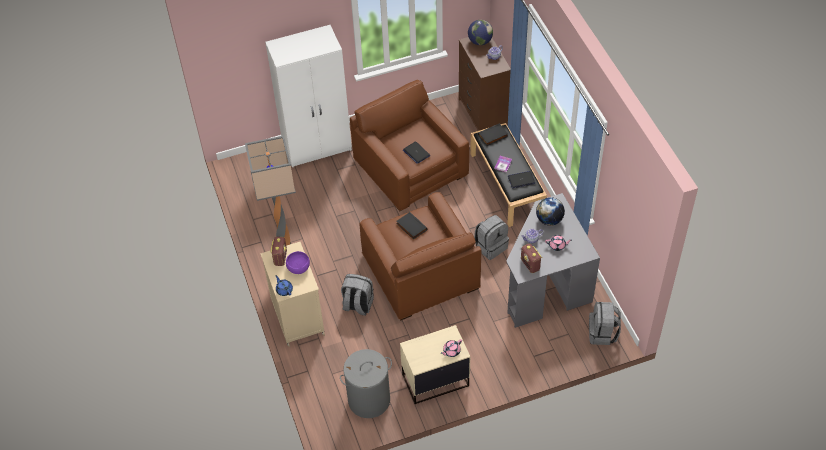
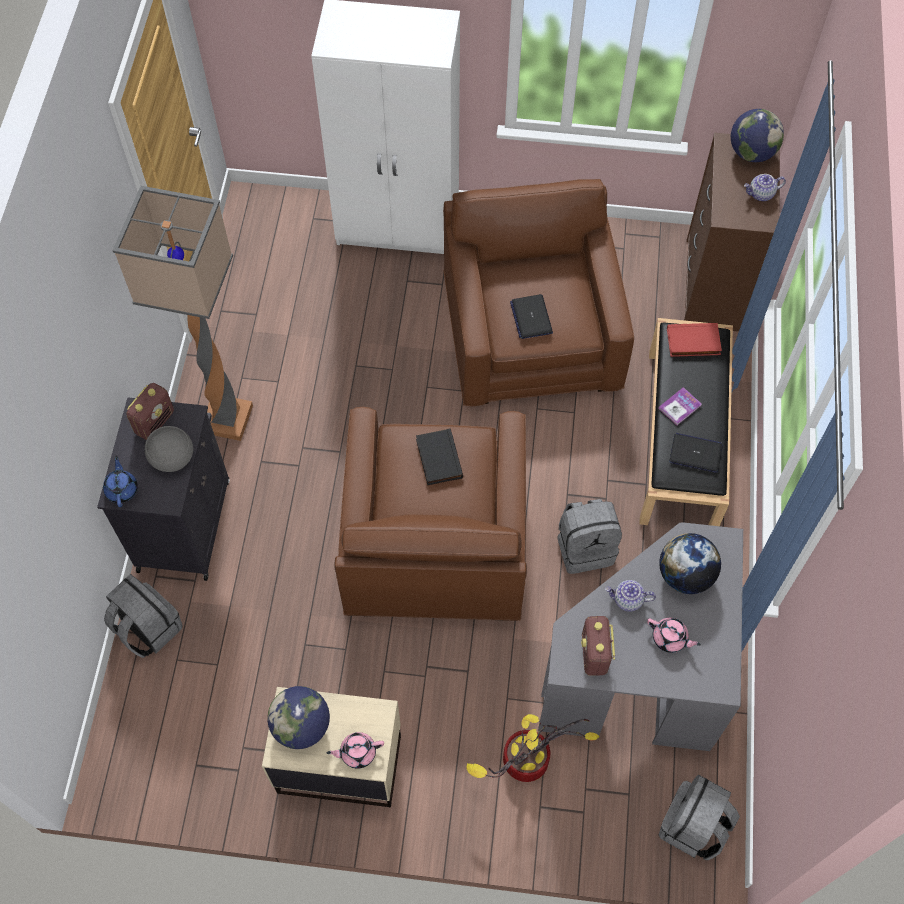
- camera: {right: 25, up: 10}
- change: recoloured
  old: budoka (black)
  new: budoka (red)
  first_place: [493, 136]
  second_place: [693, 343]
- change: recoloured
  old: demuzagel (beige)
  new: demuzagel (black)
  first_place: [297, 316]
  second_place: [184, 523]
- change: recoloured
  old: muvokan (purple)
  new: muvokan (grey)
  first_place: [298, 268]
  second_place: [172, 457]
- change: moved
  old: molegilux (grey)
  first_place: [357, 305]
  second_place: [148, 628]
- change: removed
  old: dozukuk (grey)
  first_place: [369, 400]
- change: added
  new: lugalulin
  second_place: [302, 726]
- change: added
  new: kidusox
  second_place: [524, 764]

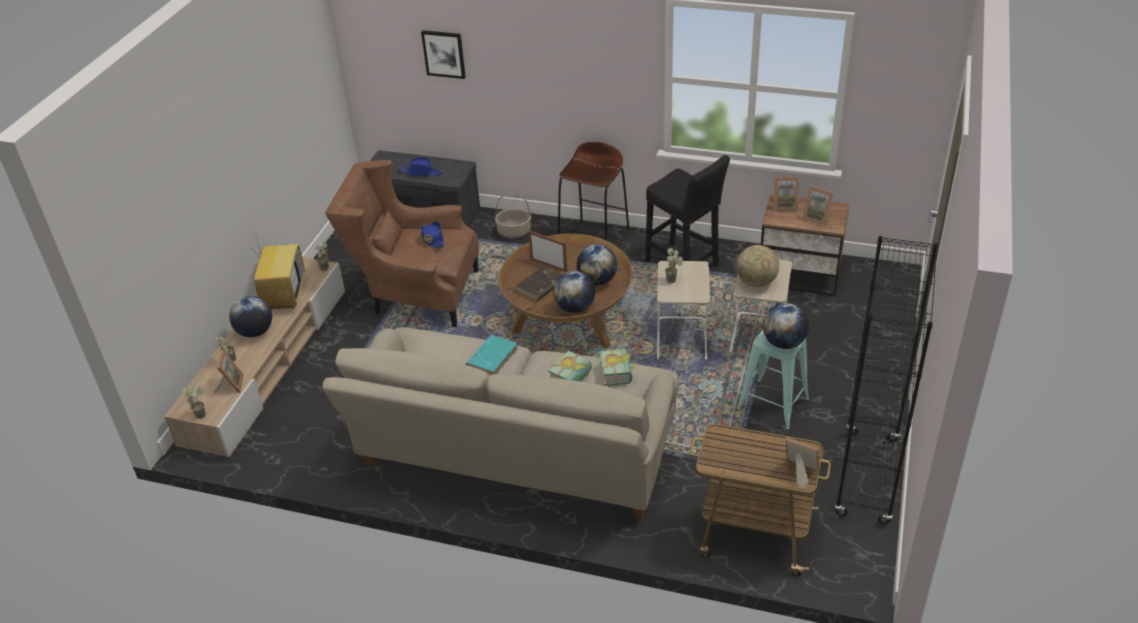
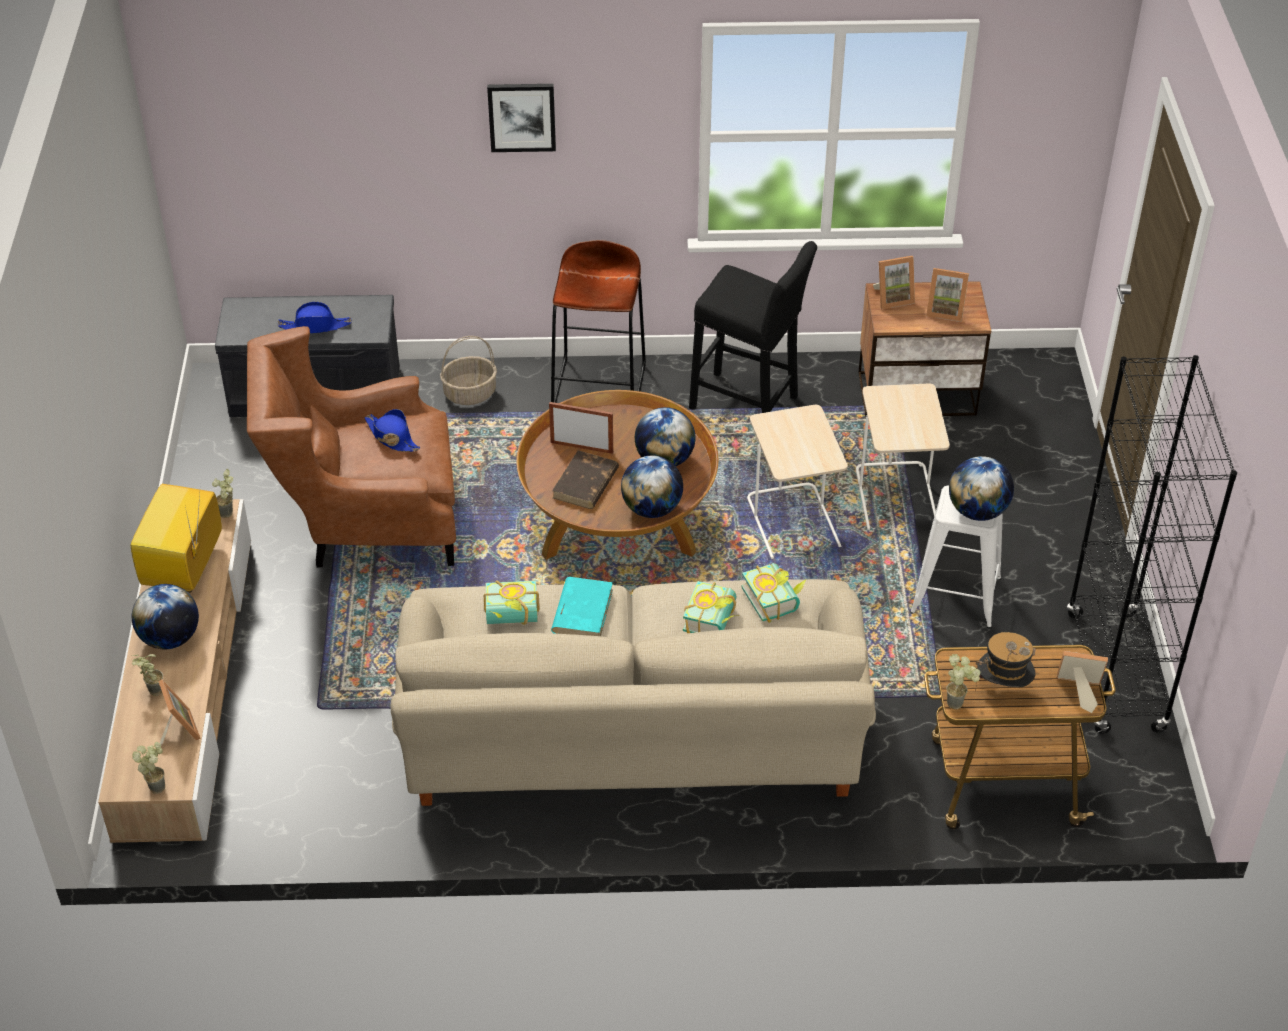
- camera: {right: -20, up: 5}
- change: moved
  old: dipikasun
  first_place: [444, 54]
  second_place: [522, 116]
- change: turned
  old: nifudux
  first_place: [284, 295]
  second_place: [185, 569]
  degrees: -150
- change: removed
  old: lugalulin
  first_place: [756, 282]
- change: moved
  old: kidusox
  first_place: [674, 280]
  second_place: [959, 702]
- change: recoloured
  old: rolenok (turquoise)
  new: rolenok (white)
  first_place: [773, 405]
  second_place: [956, 595]
- change: added
  new: budoka
  second_place: [512, 618]
- change: added
  new: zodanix
  second_place: [1002, 688]

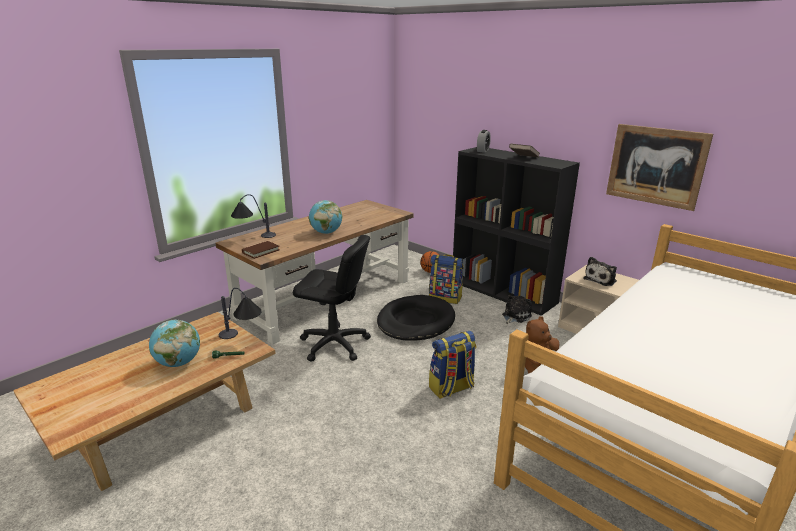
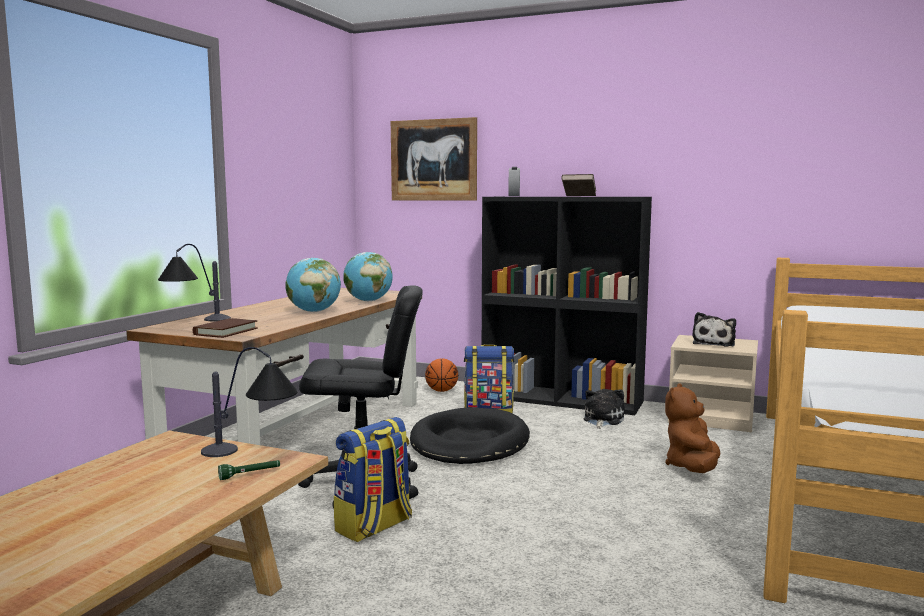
- camera: {right: -20, up: -15}
- change: moved
  old: dipikasun
  first_place: [656, 166]
  second_place: [433, 160]
- change: moved
  old: lugalulin
  first_place: [178, 363]
  second_place: [368, 301]
- change: moved
  old: molegilux
  first_place: [451, 388]
  second_place: [374, 526]

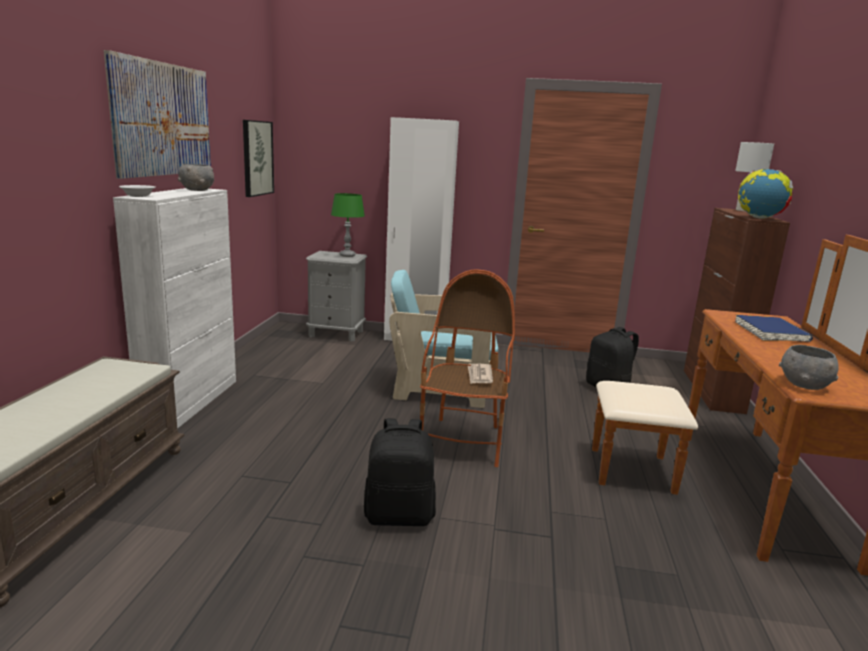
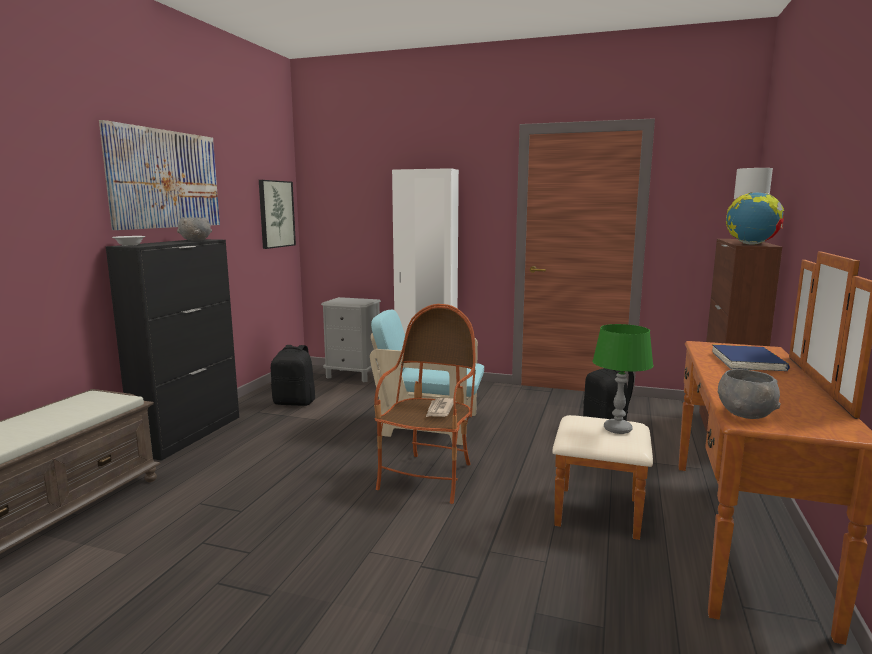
- camera: {right: 10, up: -5}
- change: recoloured
  old: demuzagel (white)
  new: demuzagel (black)
  first_place: [191, 401]
  second_place: [190, 434]
- change: moved
  old: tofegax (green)
  first_place: [347, 255]
  second_place: [617, 429]
- change: moved
  old: molegilux (black)
  first_place: [399, 515]
  second_place: [295, 402]

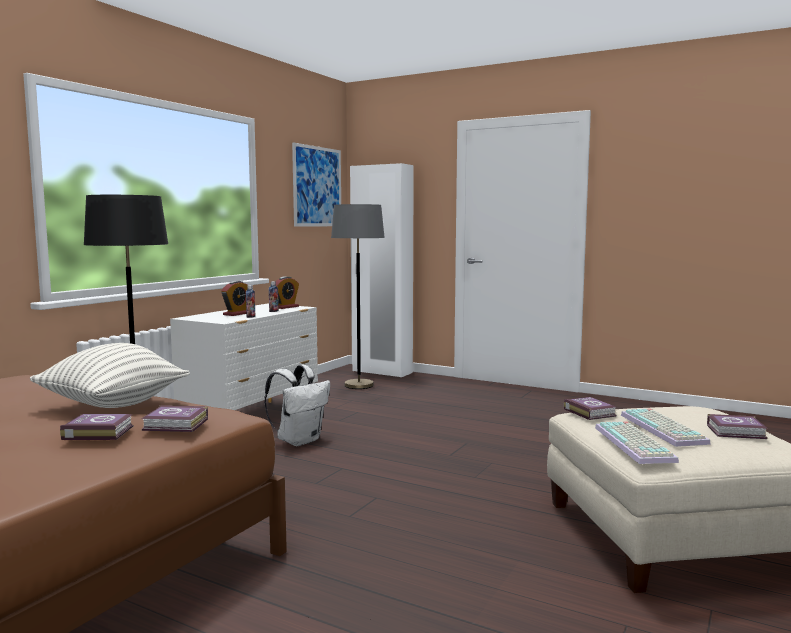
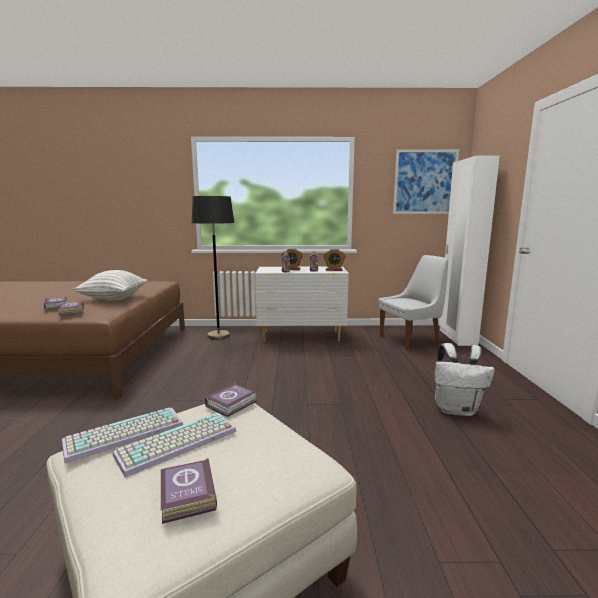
- camera: {right: 60, up: 5}
- change: replaced
  old: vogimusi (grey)
  new: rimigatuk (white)
  first_place: [359, 385]
  second_place: [411, 340]
- change: moved
  old: molegilux (white)
  first_place: [299, 440]
  second_place: [456, 410]

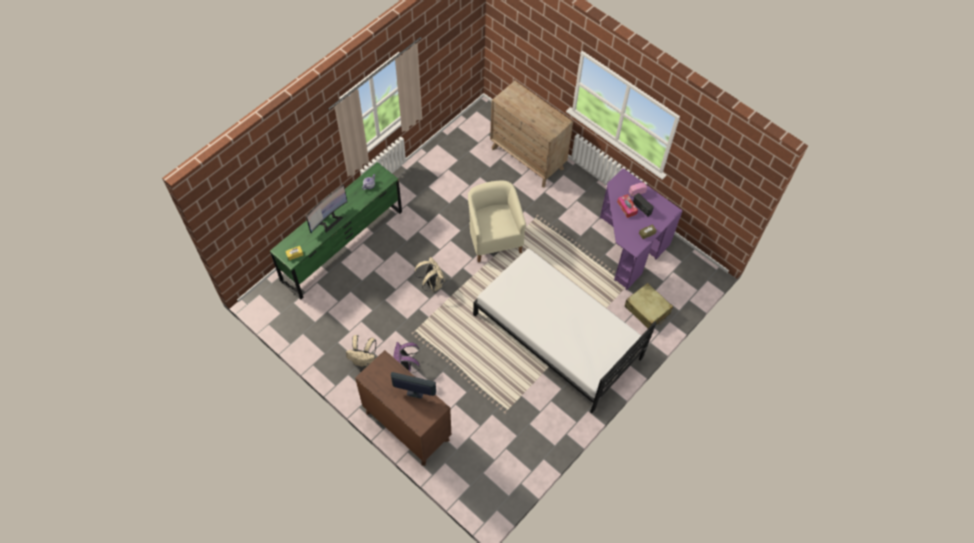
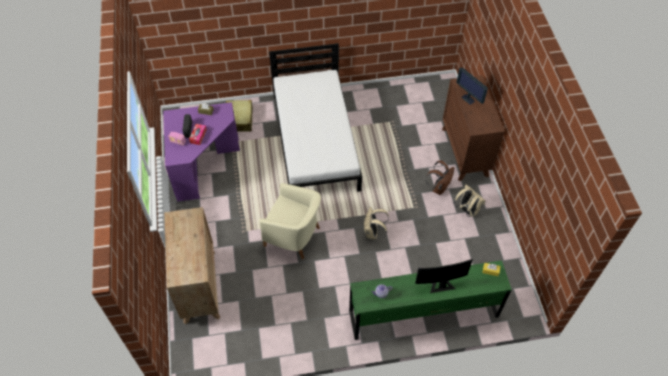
- camera: {right: -140, up: -5}
- change: turned
  old: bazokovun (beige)
  first_place: [494, 238]
  second_place: [293, 236]
  degrees: -90
- change: recoloured
  old: molegilux (purple)
  new: molegilux (brown)
  first_place: [405, 367]
  second_place: [439, 187]

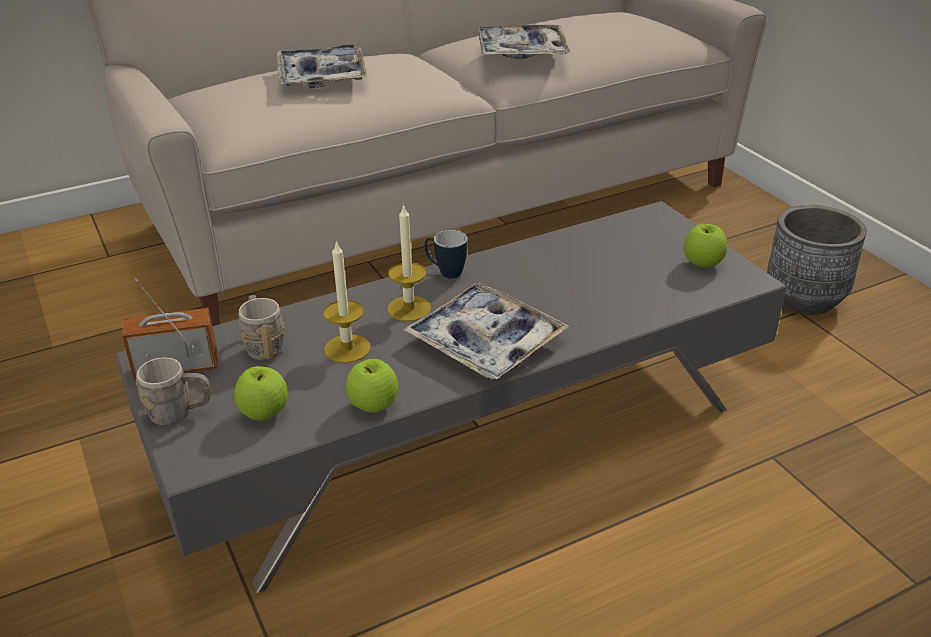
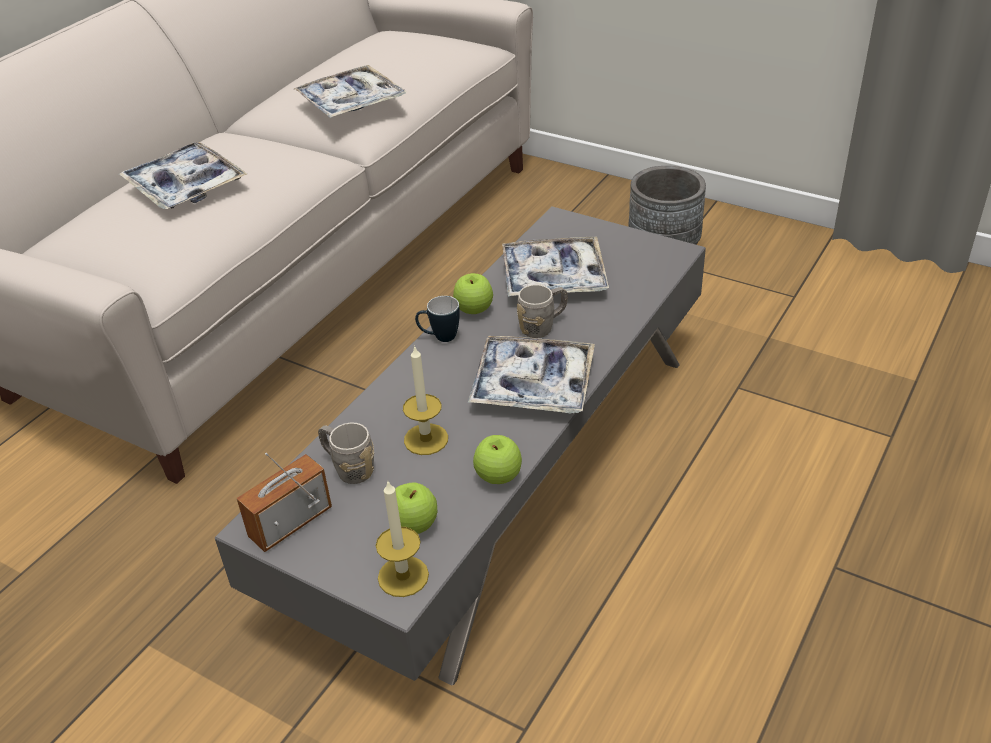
- camera: {right: -30, up: 5}
- change: moved
  old: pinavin
  first_place: [409, 309]
  second_place: [403, 576]
- change: moved
  old: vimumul
  first_place: [702, 264]
  second_place: [474, 310]
- change: moved
  old: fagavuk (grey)
  first_place: [179, 413]
  second_place: [543, 326]
- change: added
  new: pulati
  second_place: [553, 277]

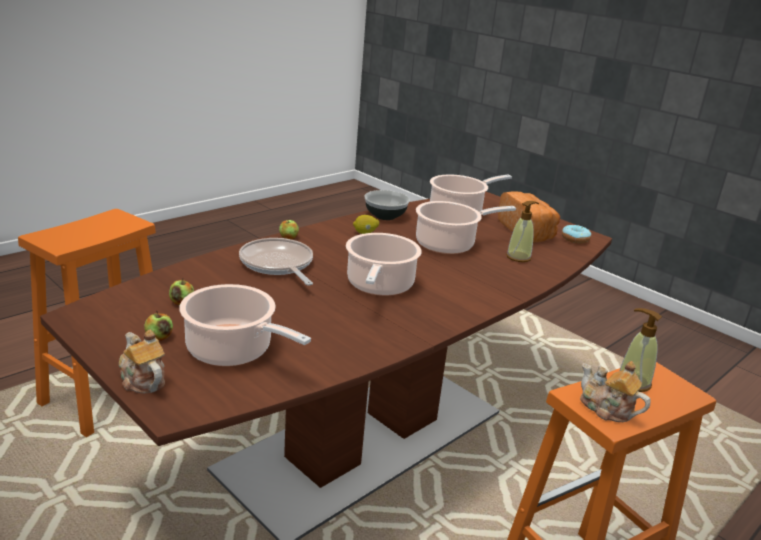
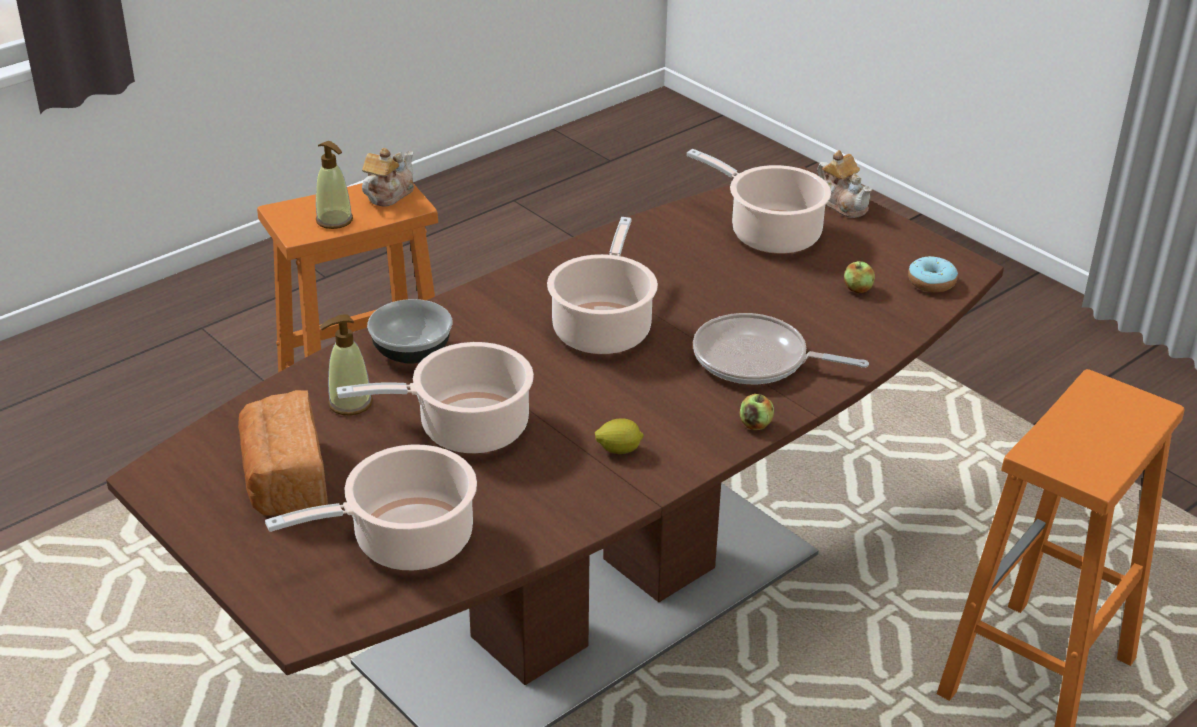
- camera: {right: -175, up: 10}
- change: moved
  old: muvokan
  first_place: [385, 216]
  second_place: [412, 353]
- change: moved
  old: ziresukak
  first_place: [575, 239]
  second_place: [931, 282]
- change: turned
  old: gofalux
  first_place: [278, 265]
  second_place: [757, 360]
  degrees: 135
- change: removed
  old: vimumul
  first_place: [159, 337]
- change: turned
  old: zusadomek
  first_place: [606, 409]
  second_place: [388, 194]
  degrees: -105

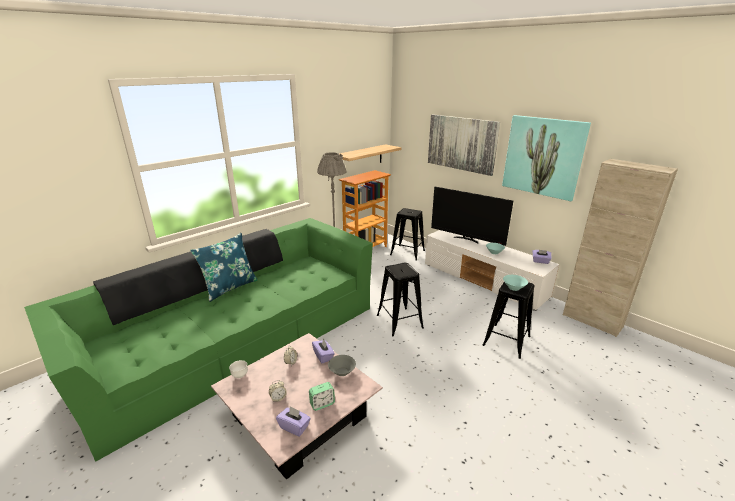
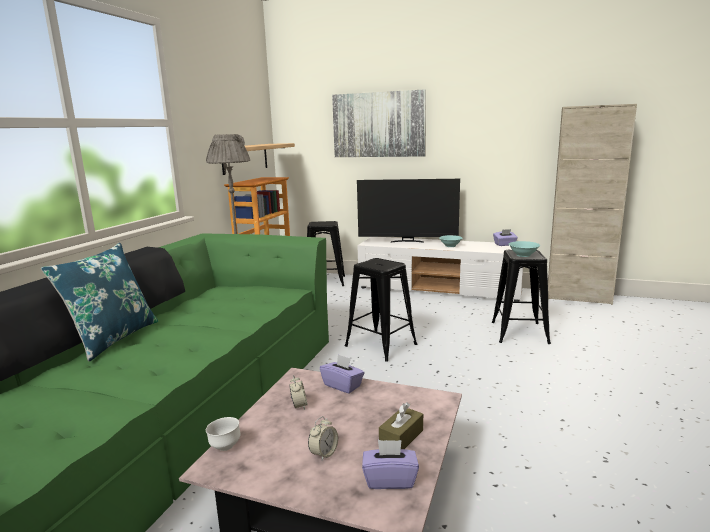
- camera: {right: -25, up: -10}
- change: removed
  old: dipikasun
  first_place: [543, 156]
- change: removed
  old: muvokan (grey)
  first_place: [342, 371]
- change: replaced
  old: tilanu
  new: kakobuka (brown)
  first_place: [322, 404]
  second_place: [401, 437]

